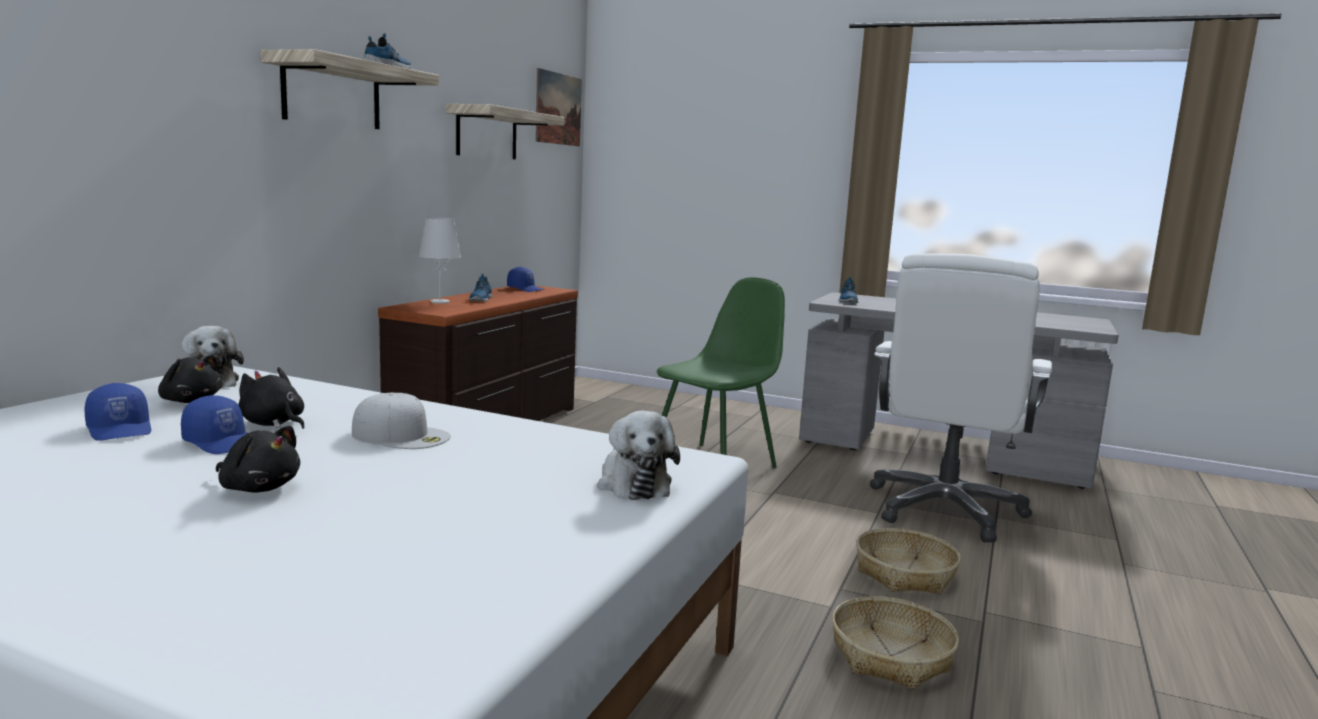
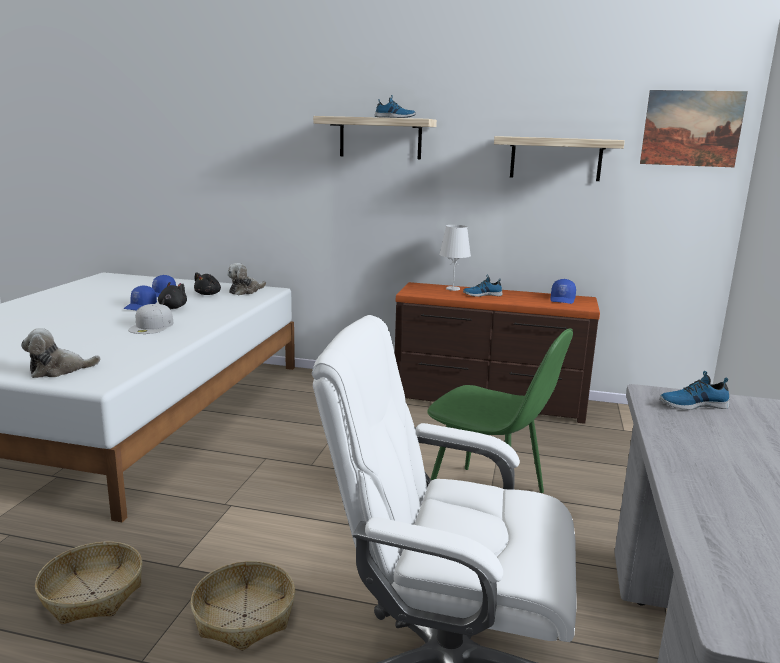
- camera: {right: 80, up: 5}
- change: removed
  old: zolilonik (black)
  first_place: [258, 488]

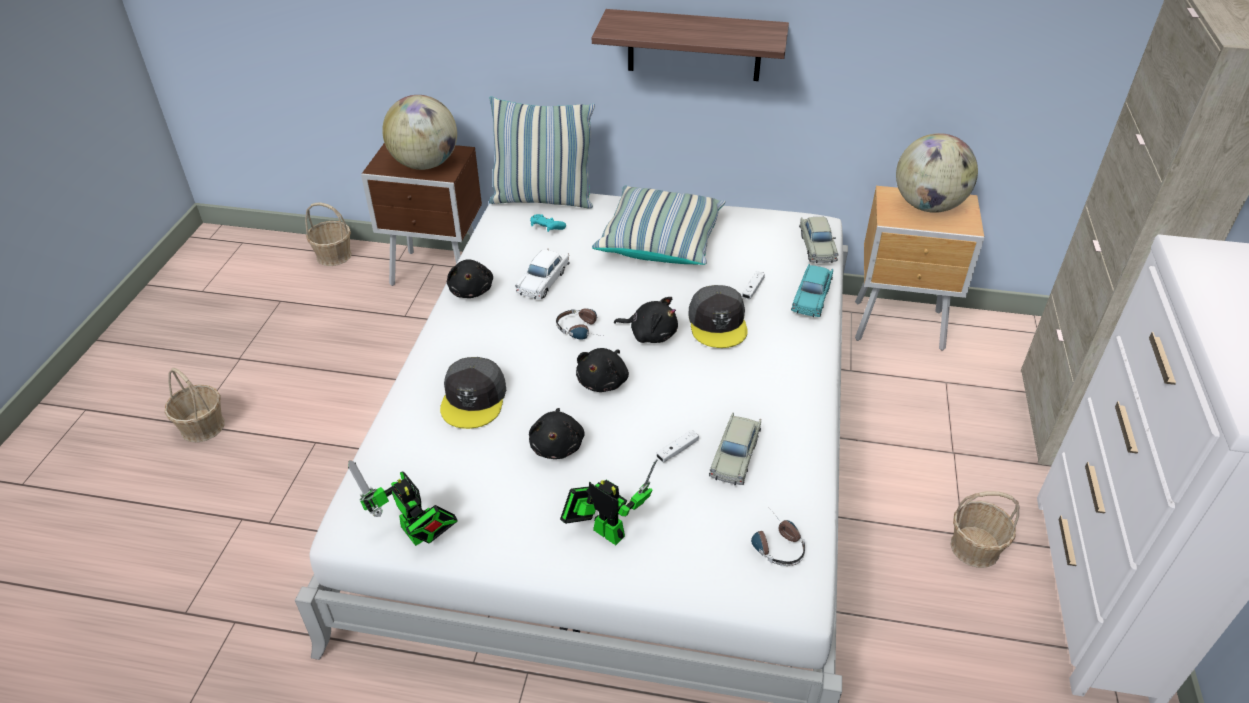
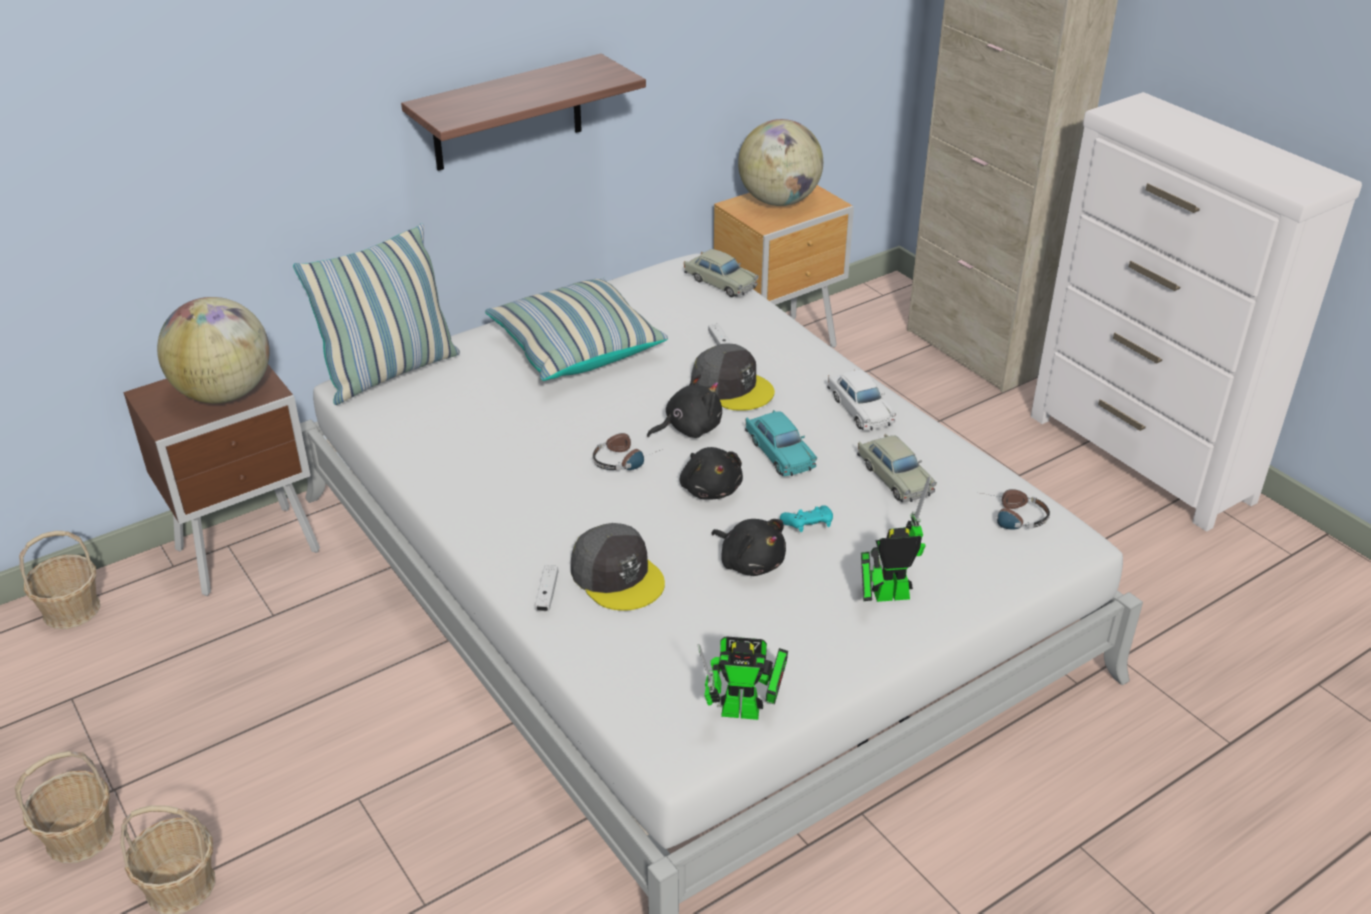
- camera: {right: -45, up: -5}
- change: moved
  old: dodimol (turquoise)
  first_place: [546, 229]
  second_place: [808, 526]
- change: moved
  old: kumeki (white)
  first_place: [544, 280]
  second_place: [860, 409]
- change: removed
  old: zolilonik (black)
  first_place: [471, 290]
- change: moved
  old: kumeki (turquoise)
  first_place: [812, 297]
  second_place: [779, 452]
- change: moved
  old: dodimol (white)
  first_place: [677, 450]
  second_place: [547, 594]
- change: moved
  old: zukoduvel
  first_place: [975, 548]
  second_place: [80, 836]

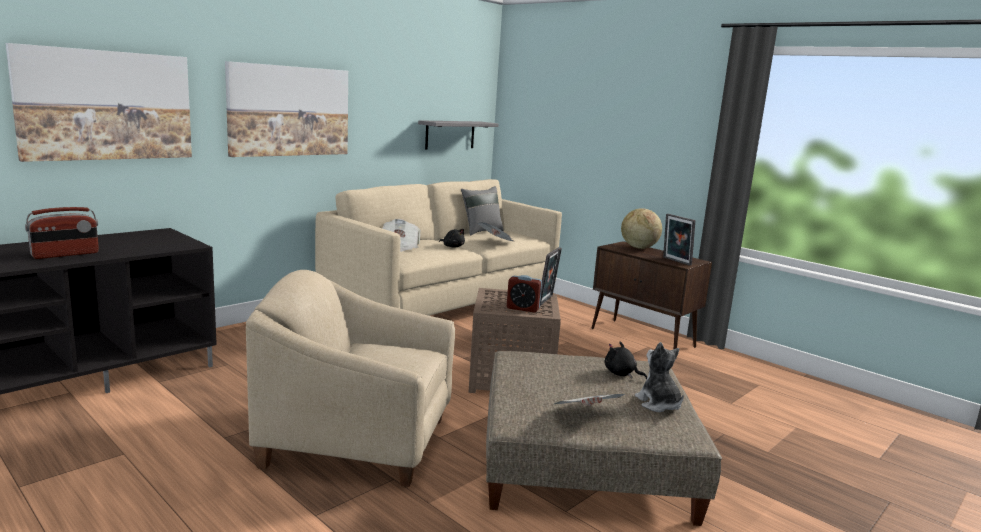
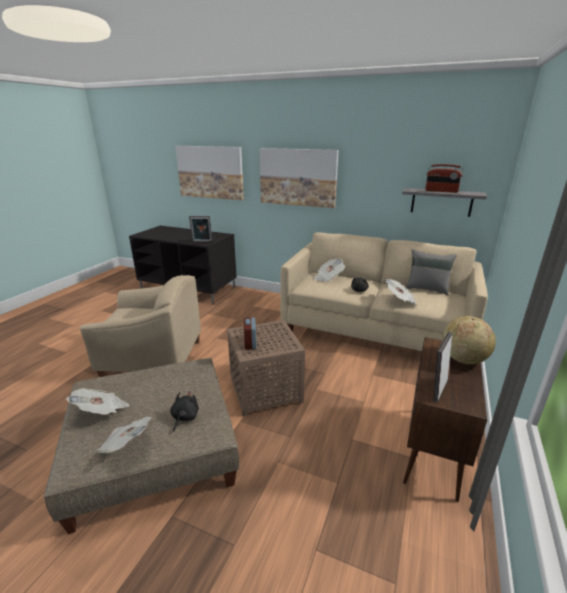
- camera: {right: 70, up: 10}
- change: moved
  old: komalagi
  first_place: [65, 254]
  second_place: [441, 191]
- change: moved
  old: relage
  first_place: [547, 301]
  second_place: [202, 242]
- change: turned
  old: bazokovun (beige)
  first_place: [358, 441]
  second_place: [153, 360]
  degrees: 105
- change: replaced
  old: zolilonik
  new: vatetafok
  first_place: [658, 404]
  second_place: [126, 445]

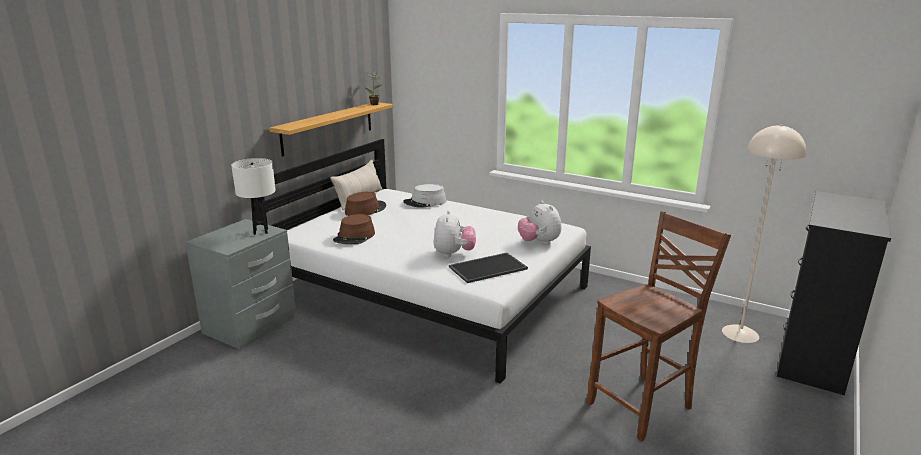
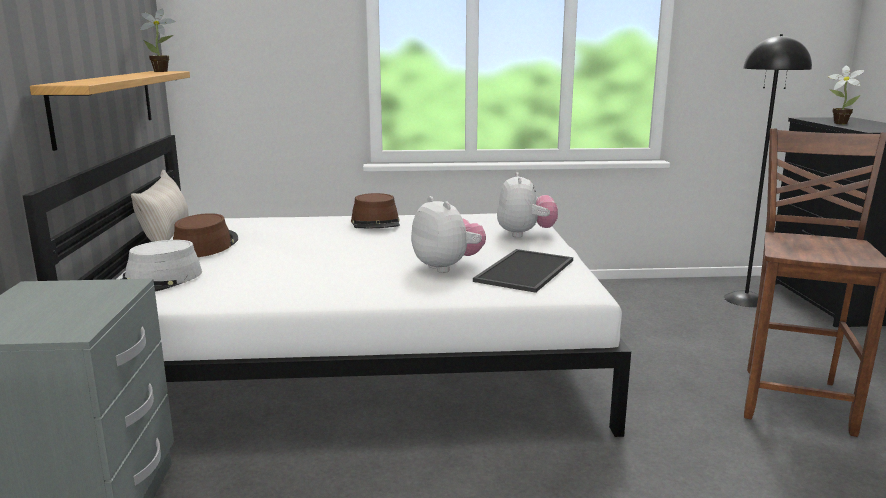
- camera: {right: -35, up: -5}
- change: recoloured
  old: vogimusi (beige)
  new: vogimusi (black)
  first_place: [740, 333]
  second_place: [746, 299]
- change: removed
  old: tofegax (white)
  first_place: [261, 231]
- change: moved
  old: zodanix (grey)
  first_place: [425, 202]
  second_place: [157, 280]
- change: turned
  old: zolilonik
  first_place: [539, 242]
  second_place: [525, 234]
  degrees: -120
- change: moved
  old: zodanix (brown)
  first_place: [354, 237]
  second_place: [376, 223]
- change: added
  new: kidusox
  second_place: [838, 123]

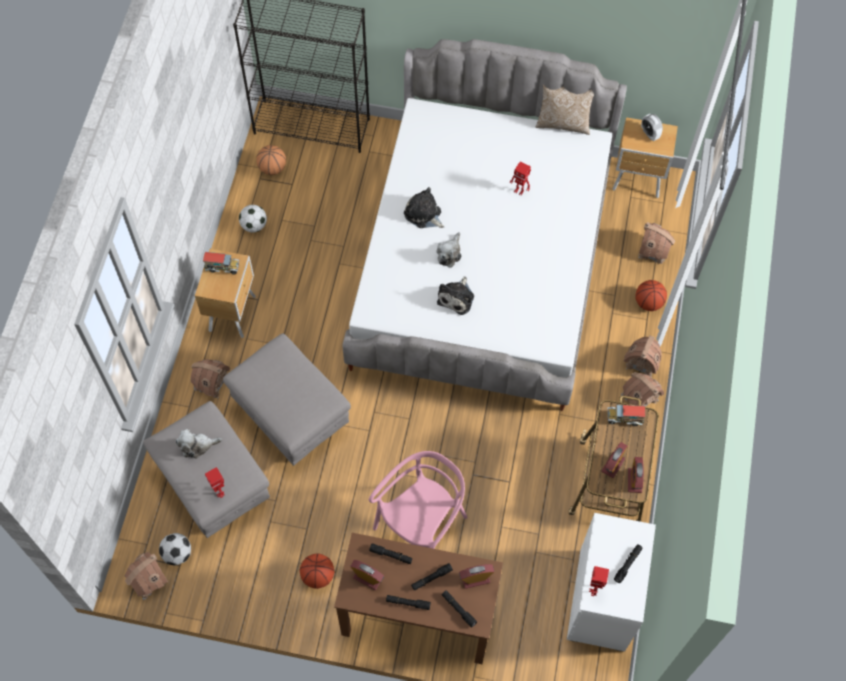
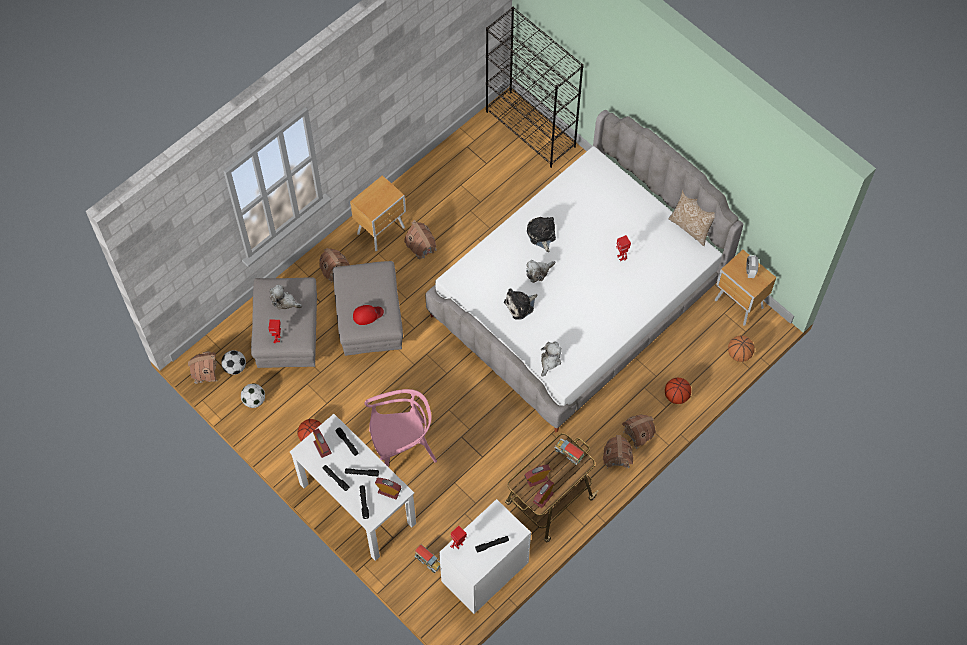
- camera: {right: 35, up: 0}
- change: moved
  old: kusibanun
  first_place: [272, 168]
  second_place: [739, 354]
- change: moved
  old: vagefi
  first_place: [254, 225]
  second_place: [254, 400]
- change: moved
  old: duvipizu
  first_place: [653, 250]
  second_place: [421, 247]
- change: moved
  old: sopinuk
  first_place: [222, 268]
  second_place: [428, 561]
- change: recoloured
  old: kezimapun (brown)
  new: kezimapun (white)
  first_place: [418, 615]
  second_place: [357, 503]
- change: added
  new: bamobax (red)
  second_place: [367, 315]
- change: added
  new: zolilonik
  second_place: [550, 361]

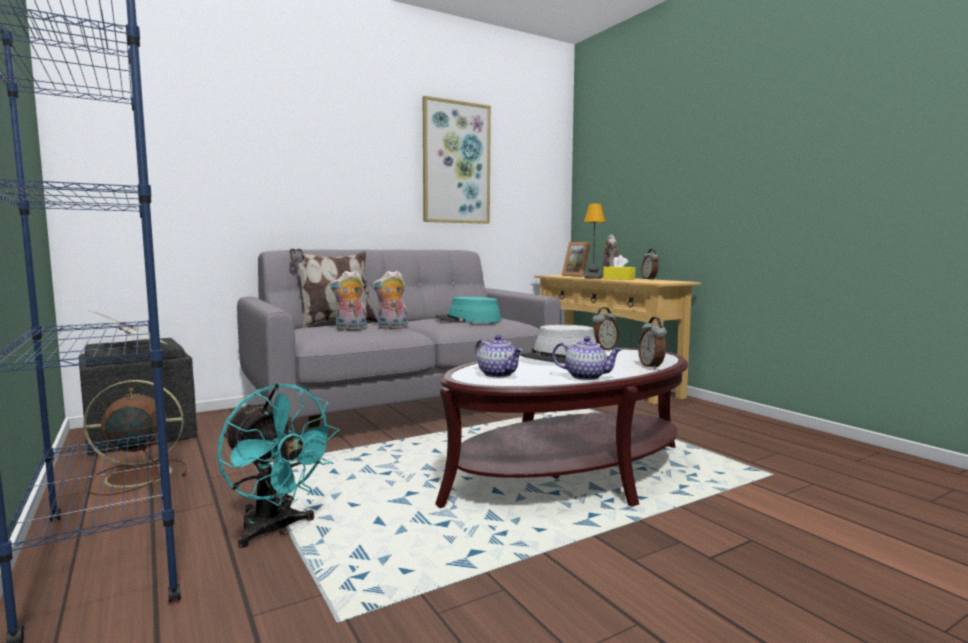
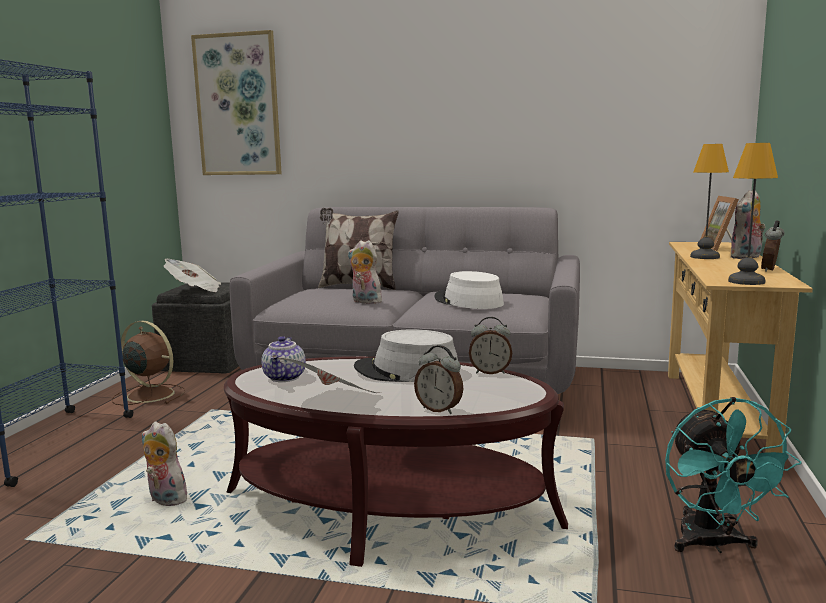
- camera: {right: 45, up: 5}
- change: moved
  old: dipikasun
  first_place: [456, 163]
  second_place: [238, 105]
- change: removed
  old: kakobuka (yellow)
  first_place: [619, 279]
- change: moved
  old: zolilonik
  first_place: [350, 329]
  second_place: [164, 499]
- change: recoloured
  old: zodanix (turquoise)
  new: zodanix (white)
  first_place: [468, 320]
  second_place: [468, 301]
- change: turned
  old: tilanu
  first_place: [652, 367]
  second_place: [439, 409]
  degrees: -90
- change: replaced
  old: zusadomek
  new: vatetafok
  first_place: [586, 377]
  second_place: [332, 402]
- change: moved
  old: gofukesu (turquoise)
  first_place: [275, 530]
  second_place: [712, 544]
- change: added
  new: tofegax
  second_place: [747, 281]

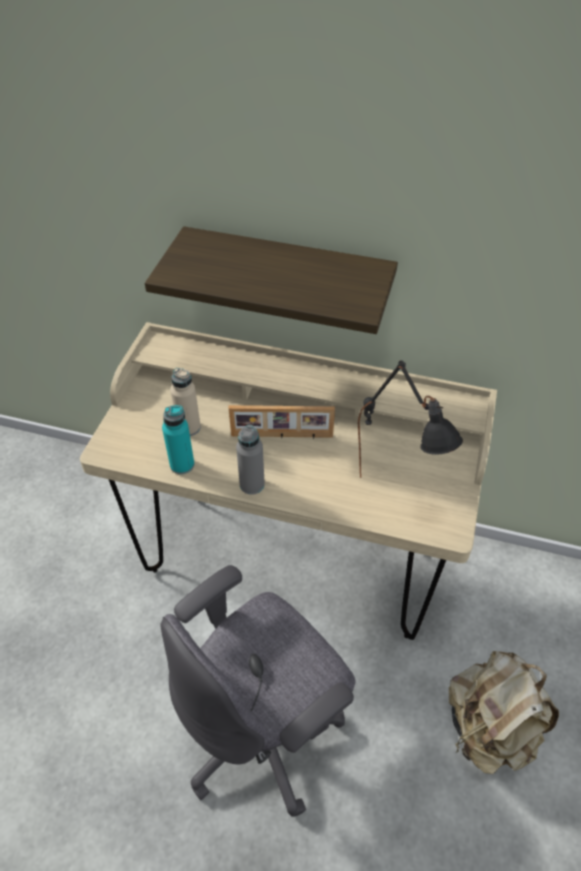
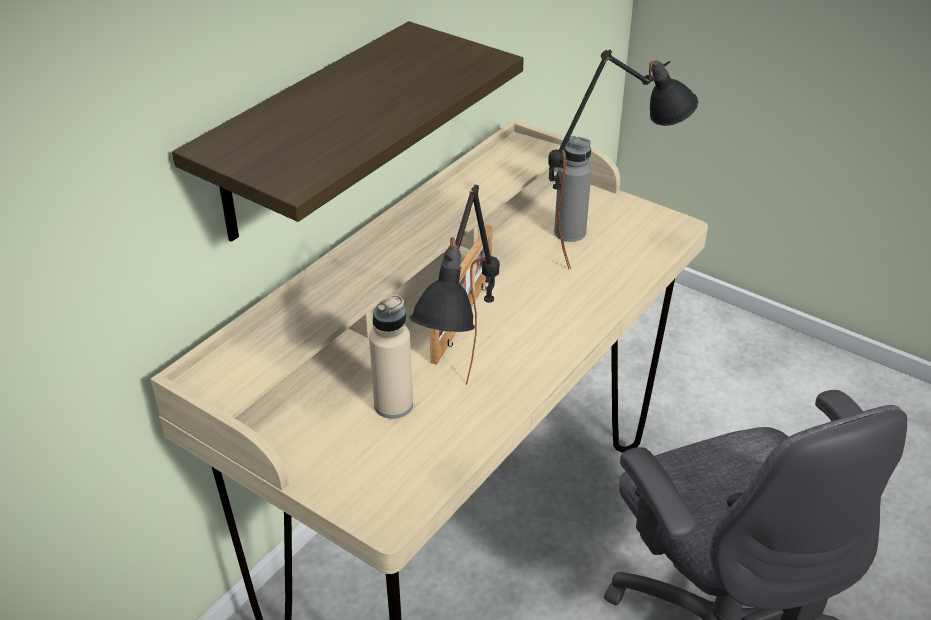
- camera: {right: -70, up: -10}
- change: replaced
  old: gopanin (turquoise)
  new: tofegax (black)
  first_place: [182, 465]
  second_place: [466, 427]
- change: moved
  old: gopanin (grey)
  first_place: [252, 484]
  second_place: [570, 233]
- change: removed
  old: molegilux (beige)
  first_place: [489, 728]

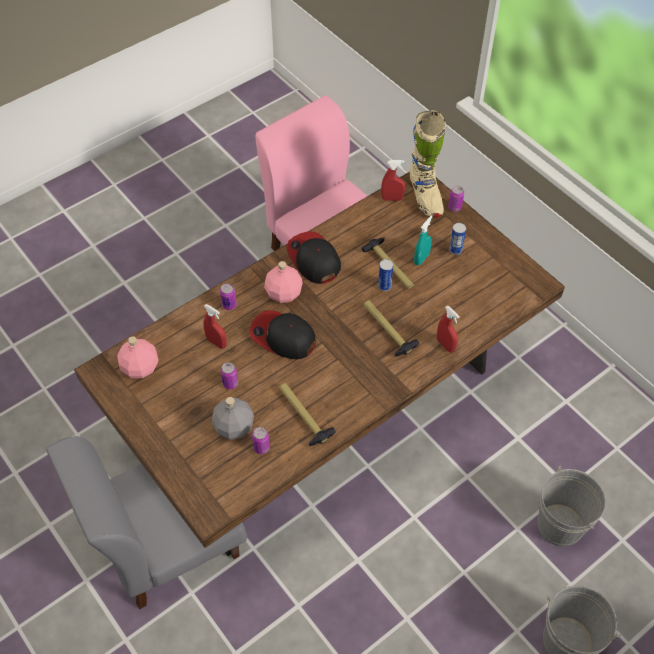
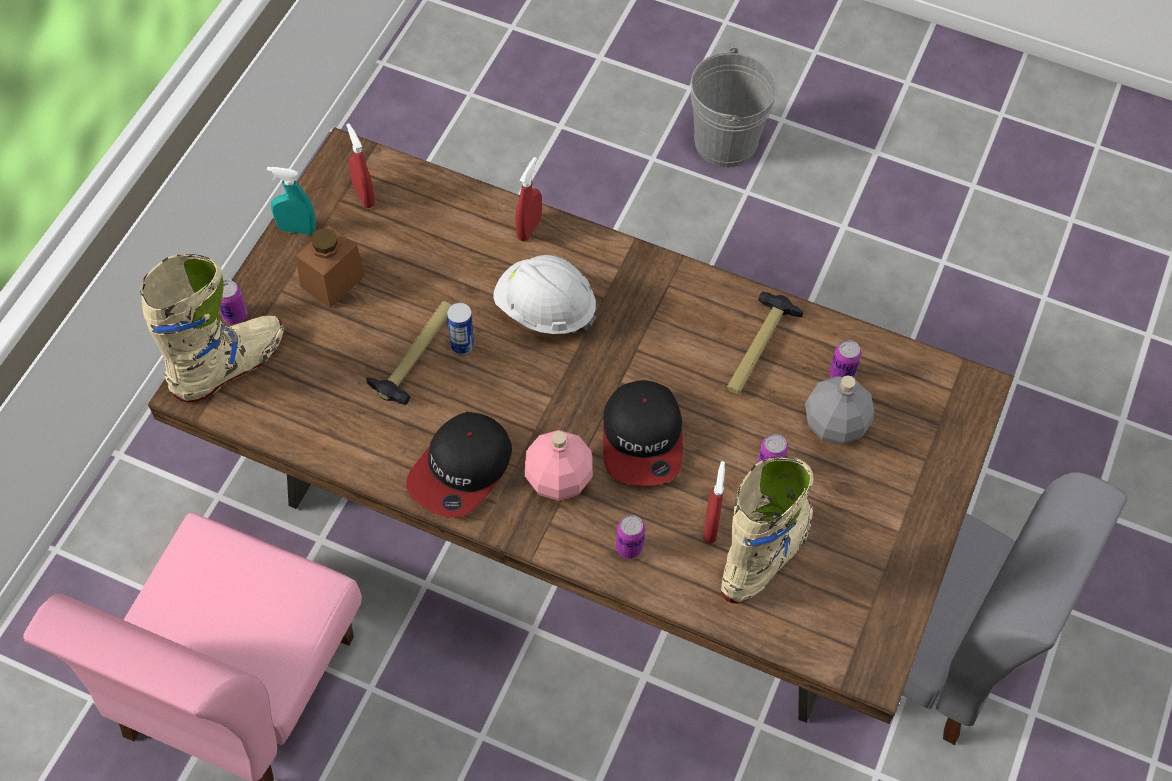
- camera: {right: -120, up: 5}
- change: moved
  old: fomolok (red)
  first_place: [392, 198]
  second_place: [364, 195]
- change: moved
  old: fomolok (turquoise)
  first_place: [421, 259]
  second_place: [297, 229]
- change: replaced
  old: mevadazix
  new: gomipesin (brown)
  first_place: [455, 250]
  second_place: [332, 281]
- change: replaced
  old: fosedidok
  new: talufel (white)
  first_place: [386, 330]
  second_place: [545, 309]
- change: removed
  old: gopanin (pink)
  first_place: [141, 368]
- change: removed
  old: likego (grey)
  first_place: [560, 525]
- change: added
  new: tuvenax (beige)
  second_place: [765, 556]

